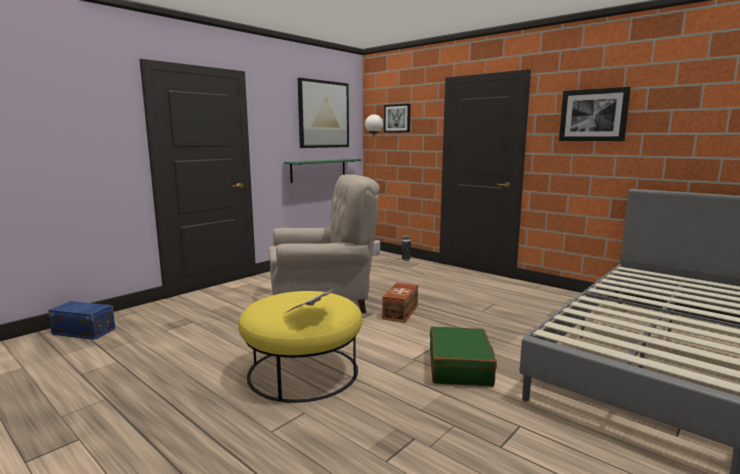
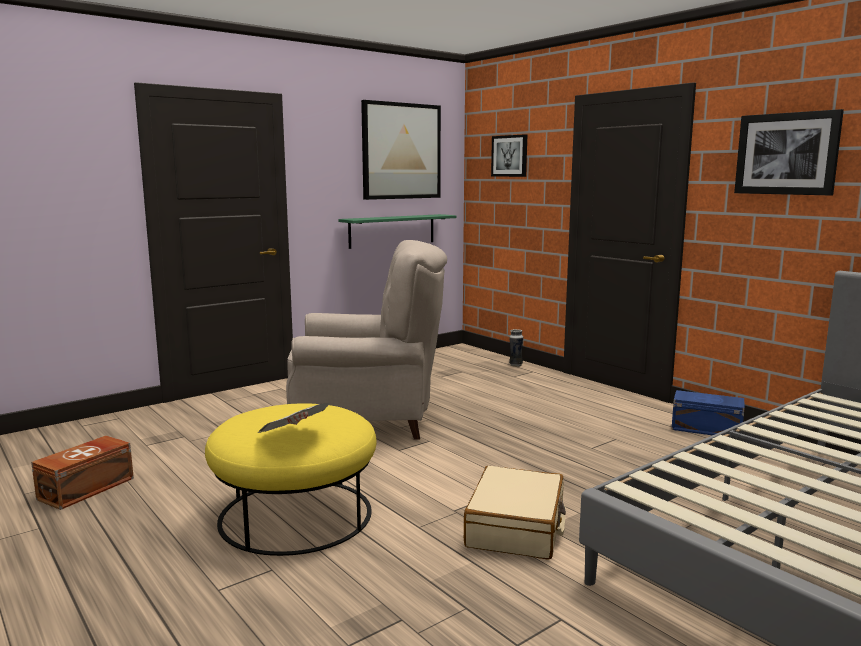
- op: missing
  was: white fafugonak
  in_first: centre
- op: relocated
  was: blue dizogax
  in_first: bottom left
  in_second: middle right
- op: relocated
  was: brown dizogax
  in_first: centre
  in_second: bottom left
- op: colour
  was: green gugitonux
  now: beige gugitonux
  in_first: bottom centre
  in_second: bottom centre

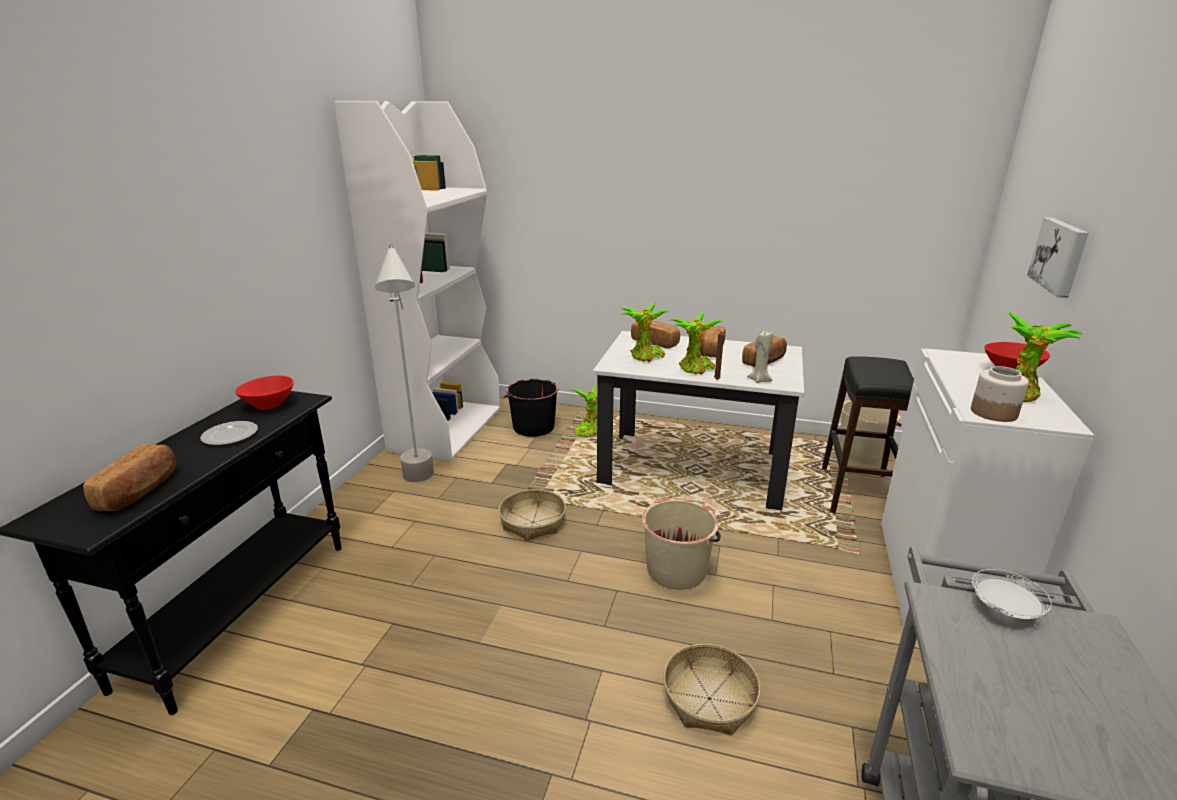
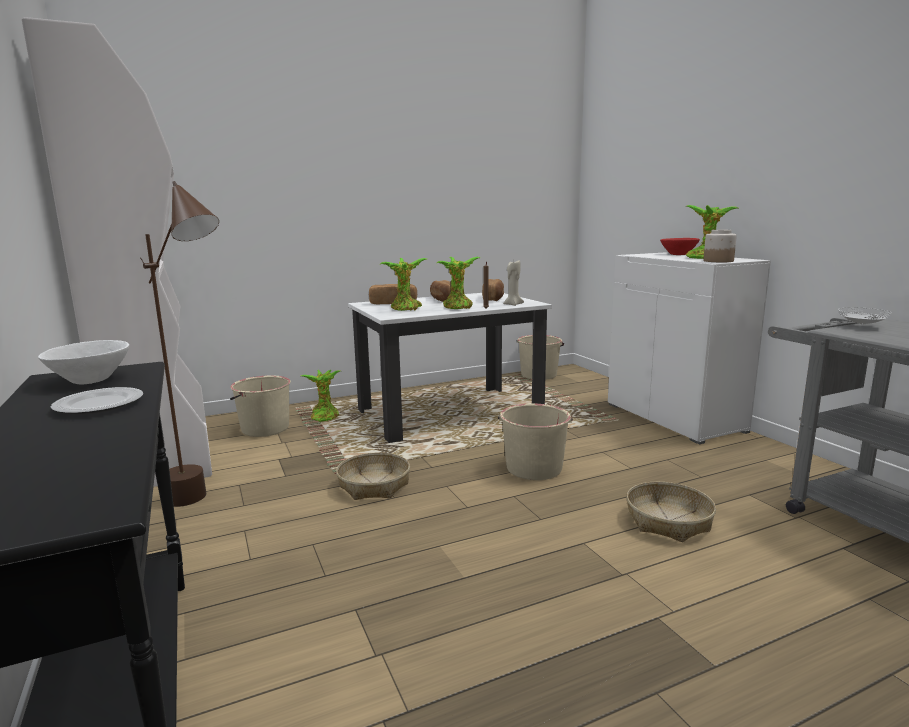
- op: missing
  was: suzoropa (no. 1 from left)
  in_first: middle left
- op: missing
  was: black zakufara
  in_first: middle right
- op: missing
  was: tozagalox
  in_first: top right
- op: colour
  was: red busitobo (no. 1 from left)
  now: white busitobo
  in_first: middle left
  in_second: middle left
- op: colour
  was: grey fafugonak
  now: brown fafugonak
  in_first: centre
  in_second: middle left
- op: colour
  was: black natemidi
  now: beige natemidi (no. 1 from left)
  in_first: centre
  in_second: middle left

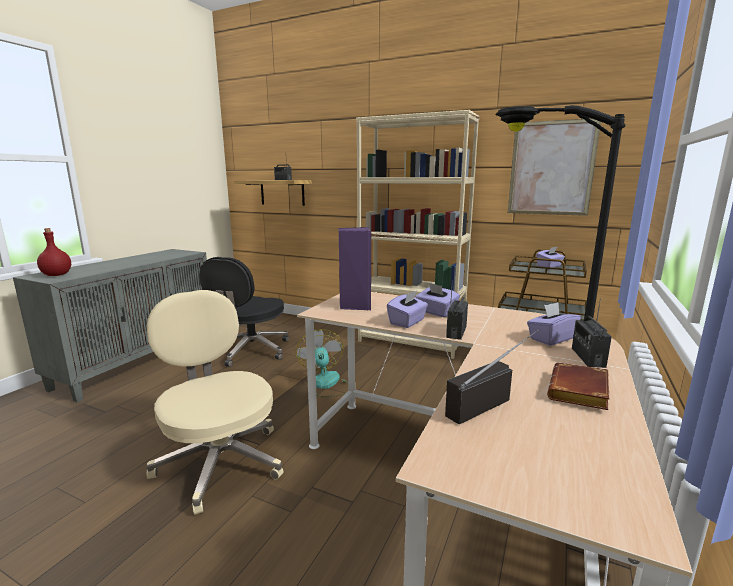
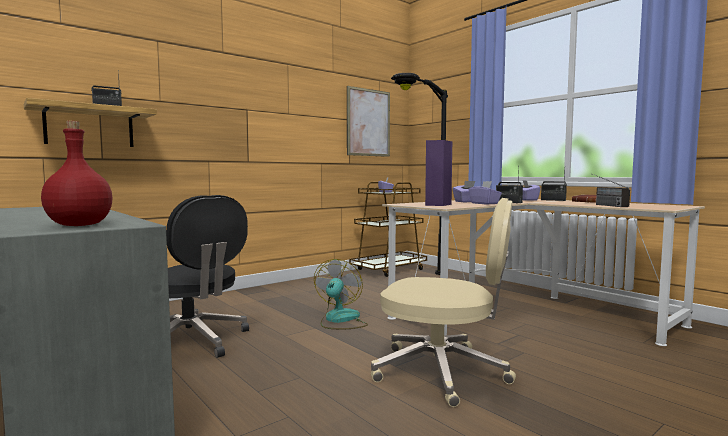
- op: missing
  was: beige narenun
  in_first: centre
- op: spun
  was: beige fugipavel
  in_first: bottom left
  in_second: bottom centre
  clockwise: -150
- op: spun
  was: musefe
  in_first: centre
  in_second: bottom centre
  clockwise: 90

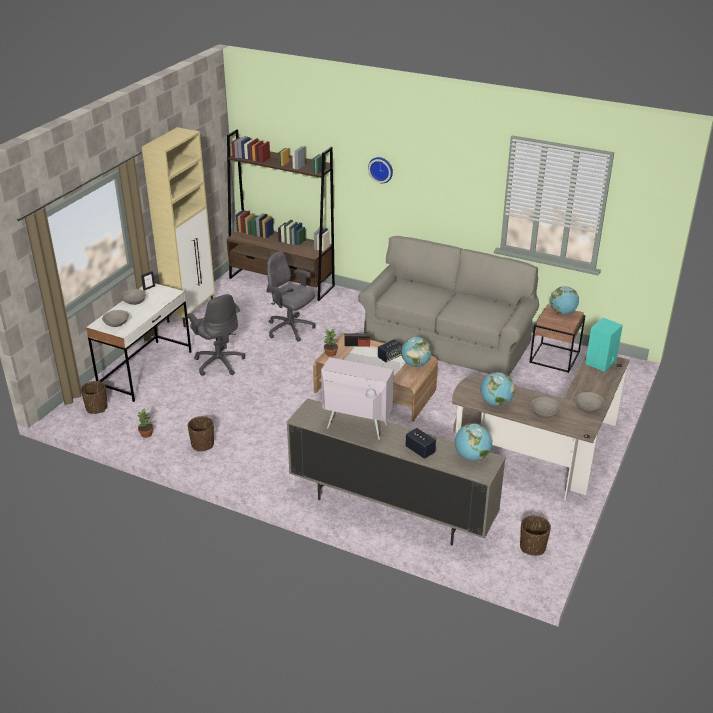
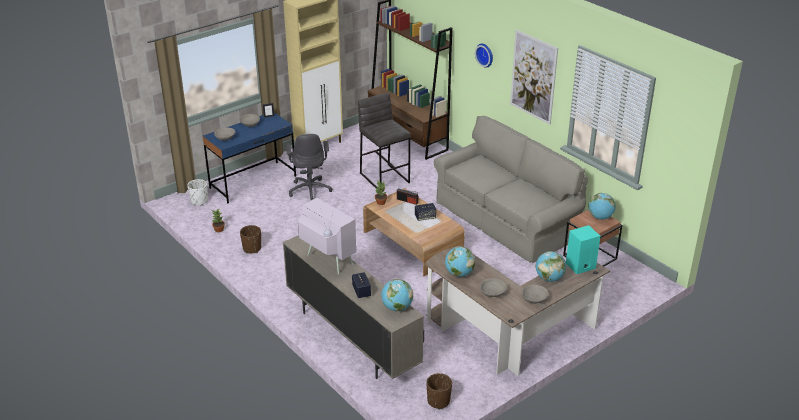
- op: appeared
  now: tozagalox
  in_second: top right
- op: relocated
  was: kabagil (no. 1 from left in the first image)
  now: kabagil (no. 3 from left)
  in_first: centre
  in_second: middle right
- op: exchanged
  was: grey fugipavel (no. 2 from left)
  now: grey zakufara
  in_first: centre
  in_second: centre
- op: colour
  was: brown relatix (no. 1 from left)
  now: white relatix
  in_first: middle left
  in_second: middle left
- op: colour
  was: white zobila
  now: blue zobila
  in_first: middle left
  in_second: middle left

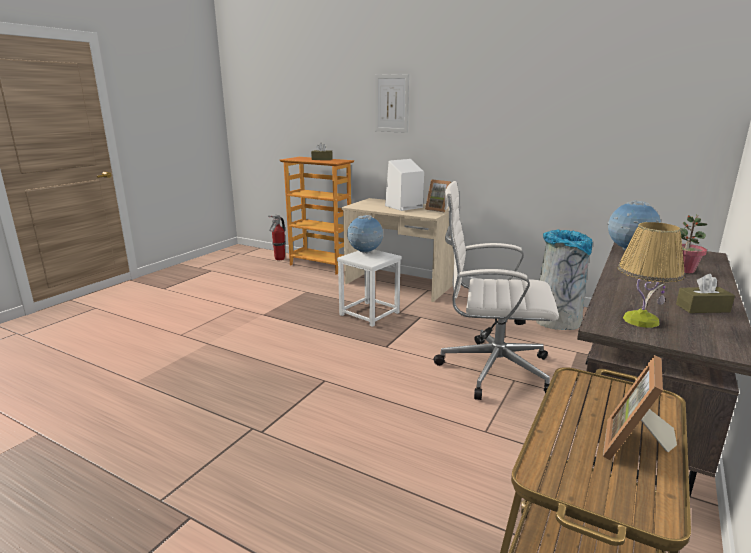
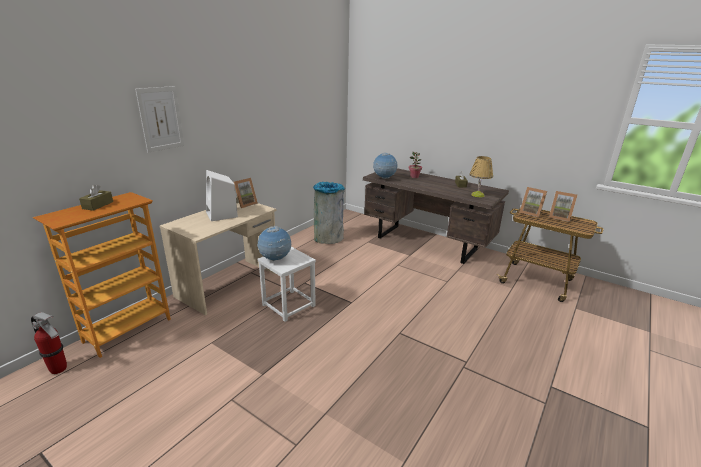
- op: missing
  was: white fugipavel
  in_first: centre
- op: appeared
  now: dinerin (no. 2 from left)
  in_second: middle right

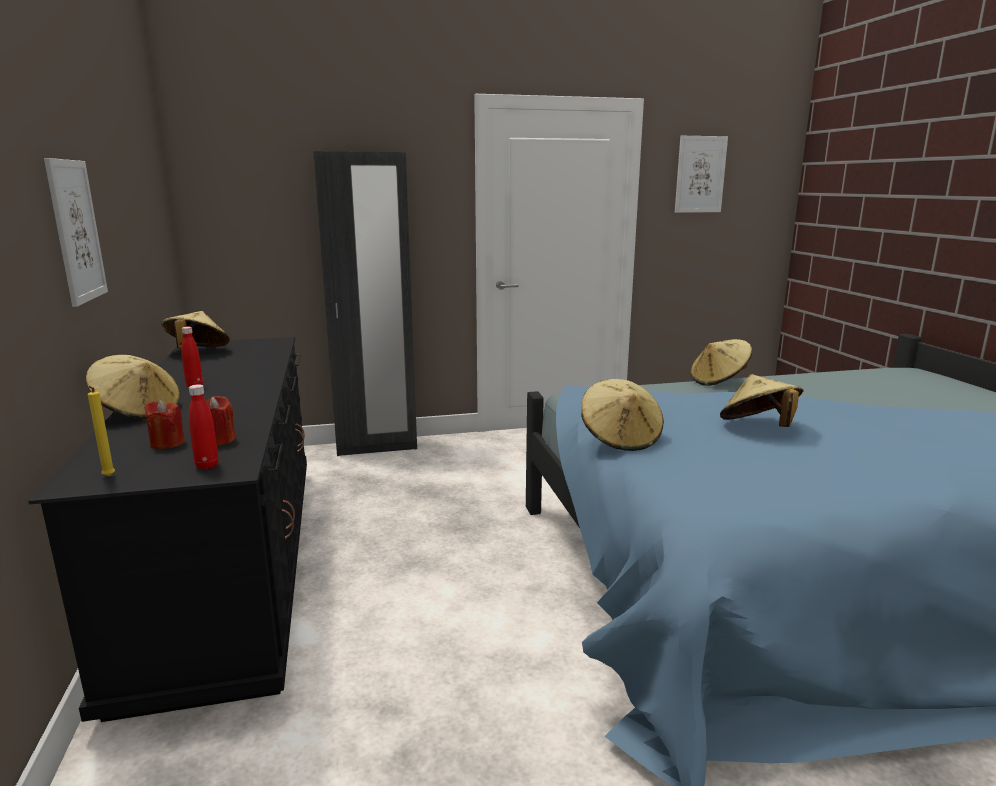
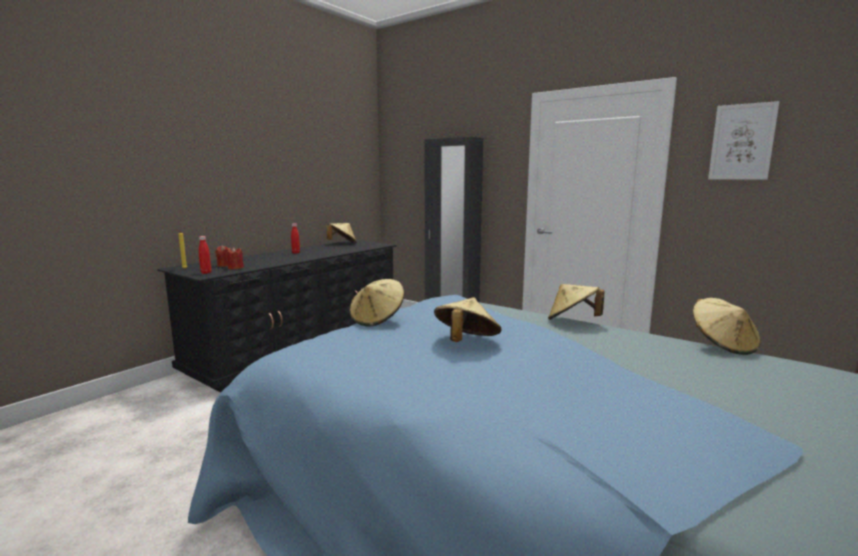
- op: missing
  was: tozagalox (no. 1 from left)
  in_first: top left
- op: relocated
  was: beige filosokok (no. 1 from left in the first image)
  now: beige filosokok (no. 5 from left)
  in_first: middle left
  in_second: middle right

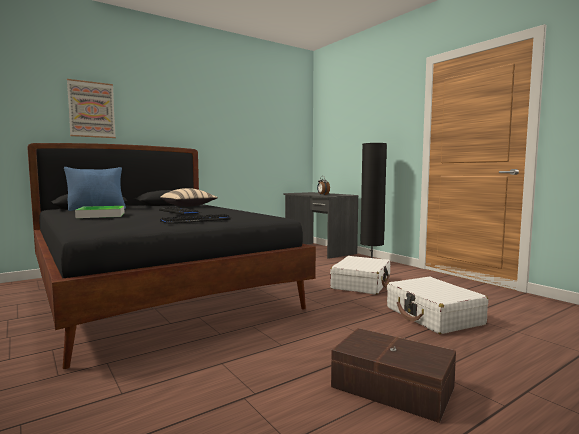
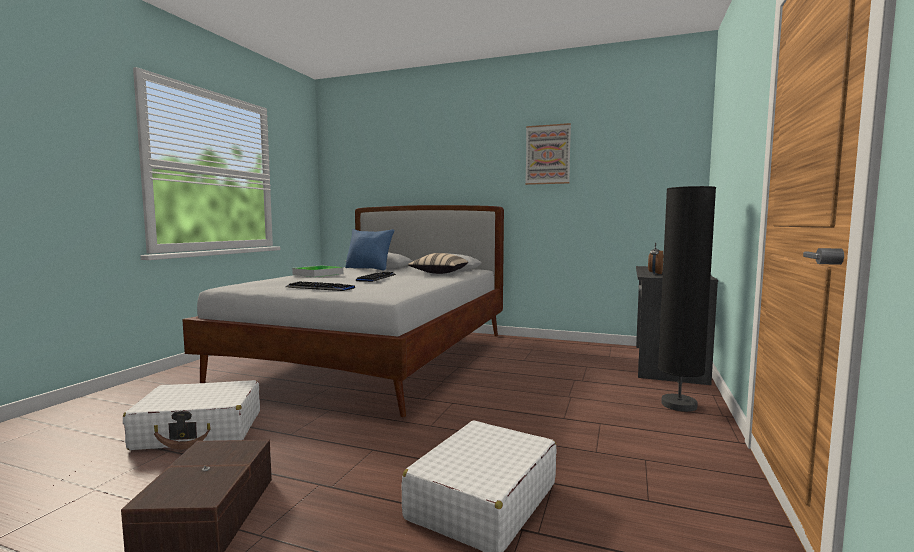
- op: relocated
  was: tozagalox
  in_first: top left
  in_second: top centre
- op: relocated
  was: white gugitonux (no. 1 from left)
  in_first: centre
  in_second: bottom left
- op: colour
  was: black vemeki
  now: white vemeki
  in_first: middle left
  in_second: centre

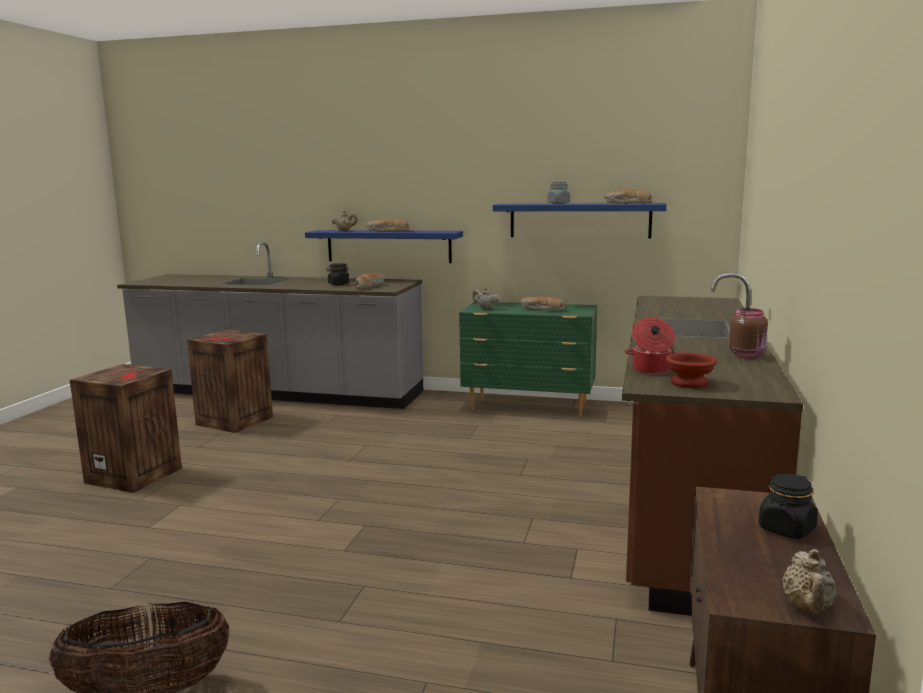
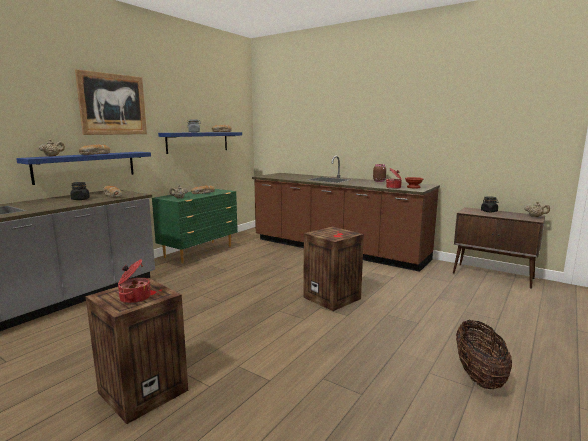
- op: appeared
  now: tozagalox
  in_second: top left
- op: appeared
  now: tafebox (no. 1 from left)
  in_second: middle left
- op: relocated
  was: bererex (no. 2 from left)
  in_first: middle left
  in_second: centre

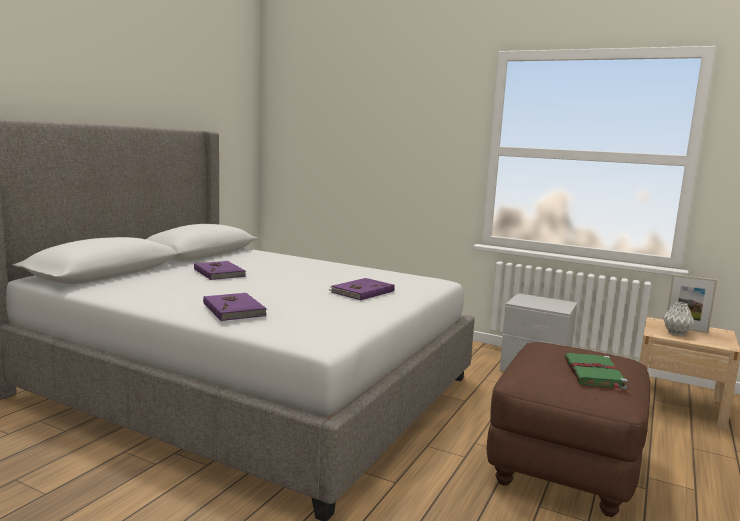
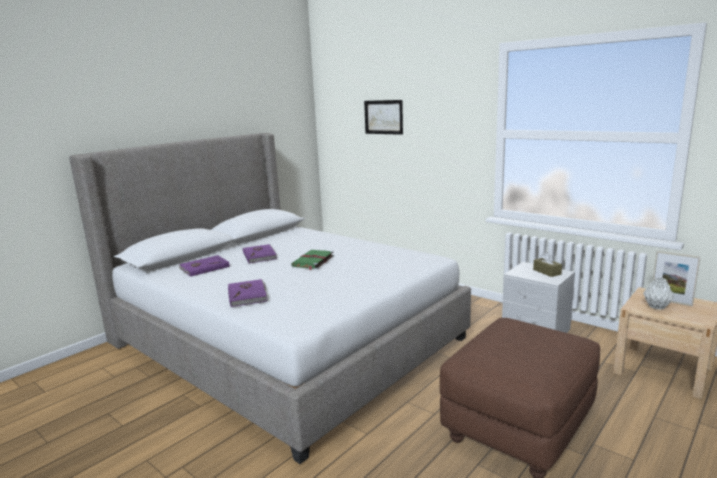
- op: appeared
  now: tozagalox
  in_second: top centre
- op: appeared
  now: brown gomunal
  in_second: middle right
- op: relocated
  was: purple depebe (no. 3 from left in the first image)
  now: purple depebe (no. 1 from left)
  in_first: centre
  in_second: middle left
- op: relocated
  was: green depebe
  in_first: bottom right
  in_second: centre

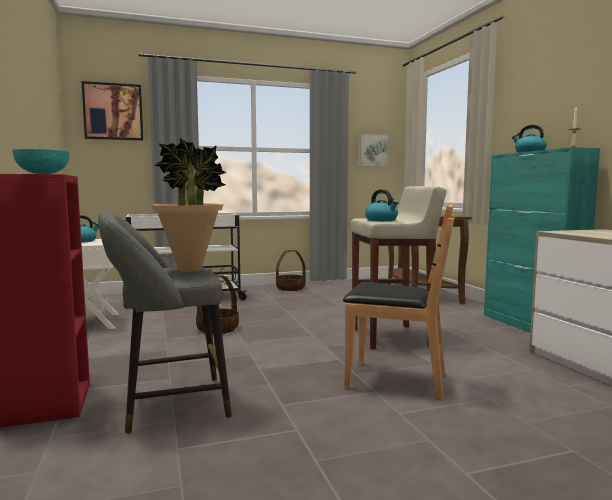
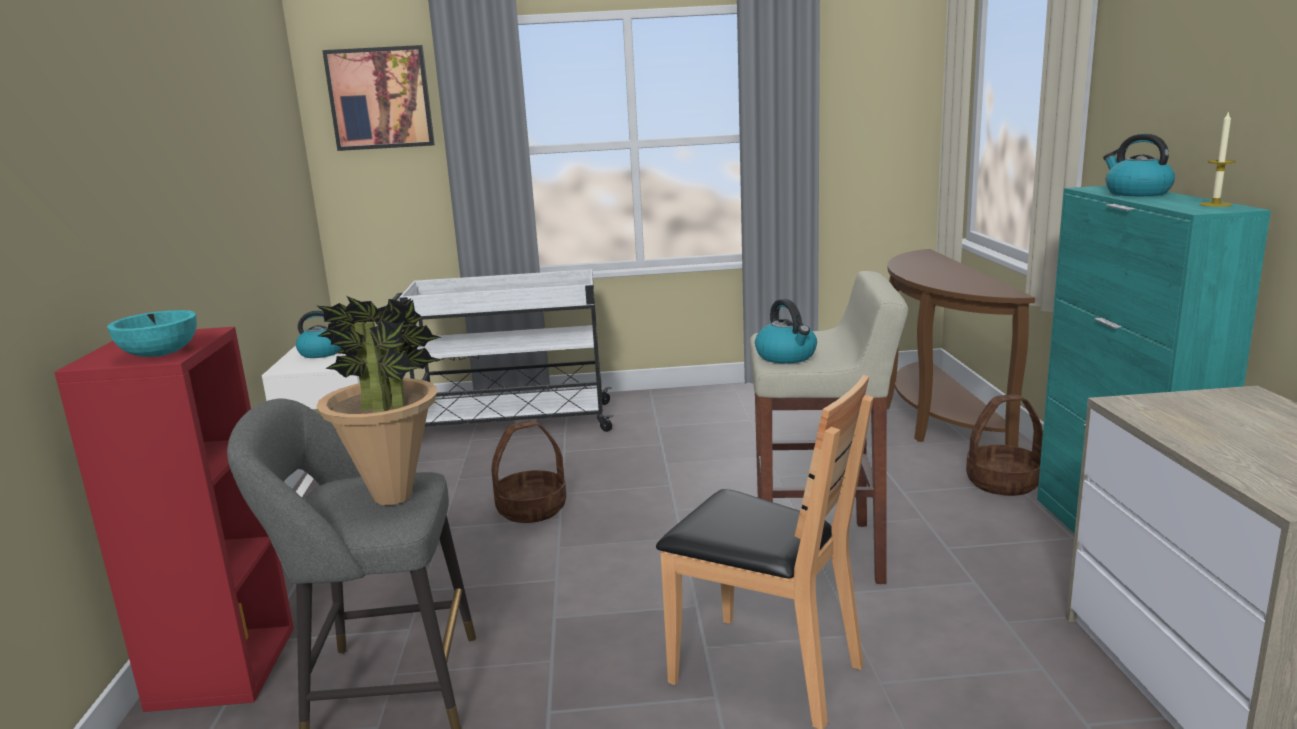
- op: missing
  was: tozagalox (no. 2 from left)
  in_first: top centre
- op: relocated
  was: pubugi (no. 2 from left)
  in_first: centre
  in_second: middle right

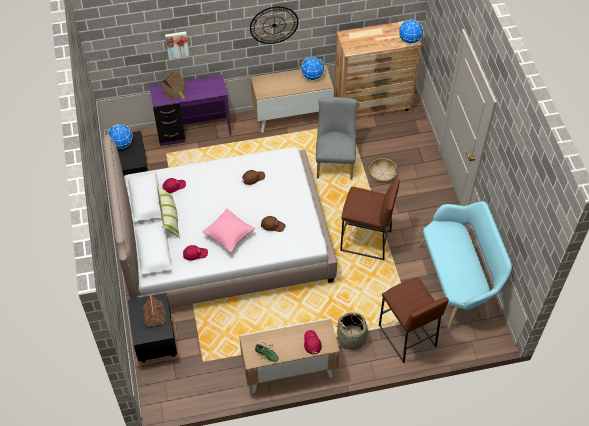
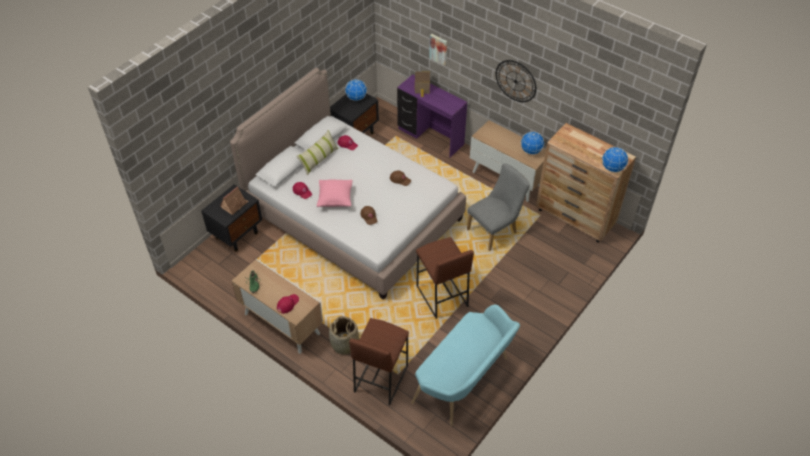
- op: missing
  was: pubugi (no. 2 from left)
  in_first: centre

